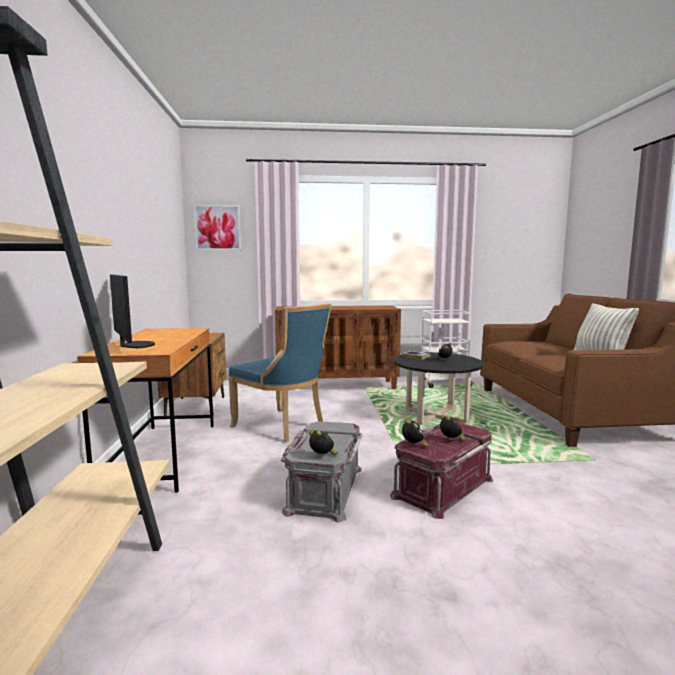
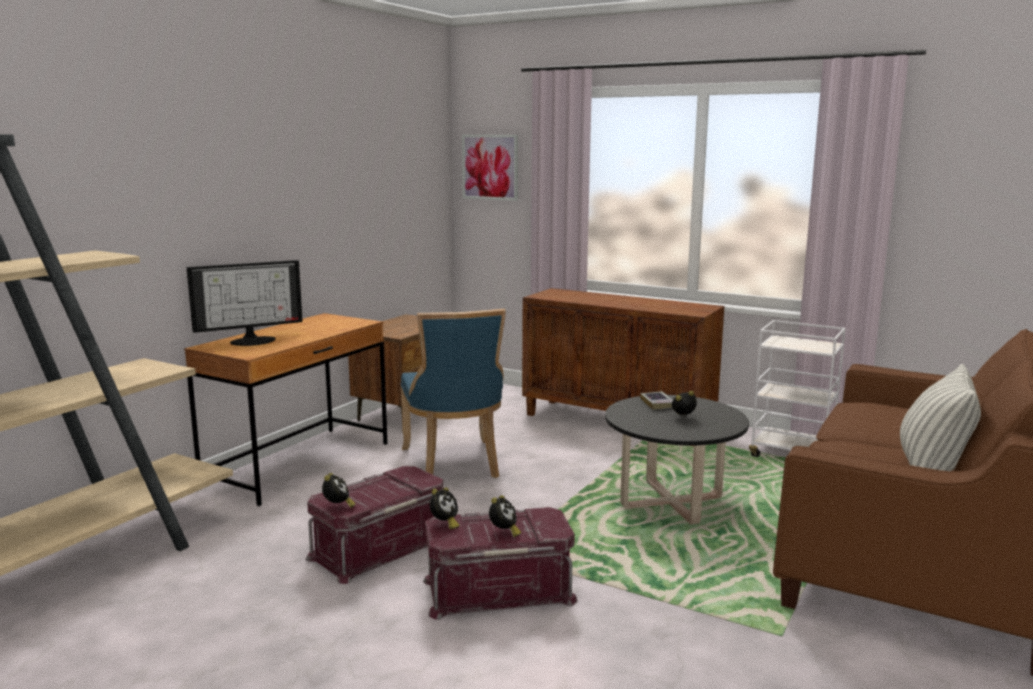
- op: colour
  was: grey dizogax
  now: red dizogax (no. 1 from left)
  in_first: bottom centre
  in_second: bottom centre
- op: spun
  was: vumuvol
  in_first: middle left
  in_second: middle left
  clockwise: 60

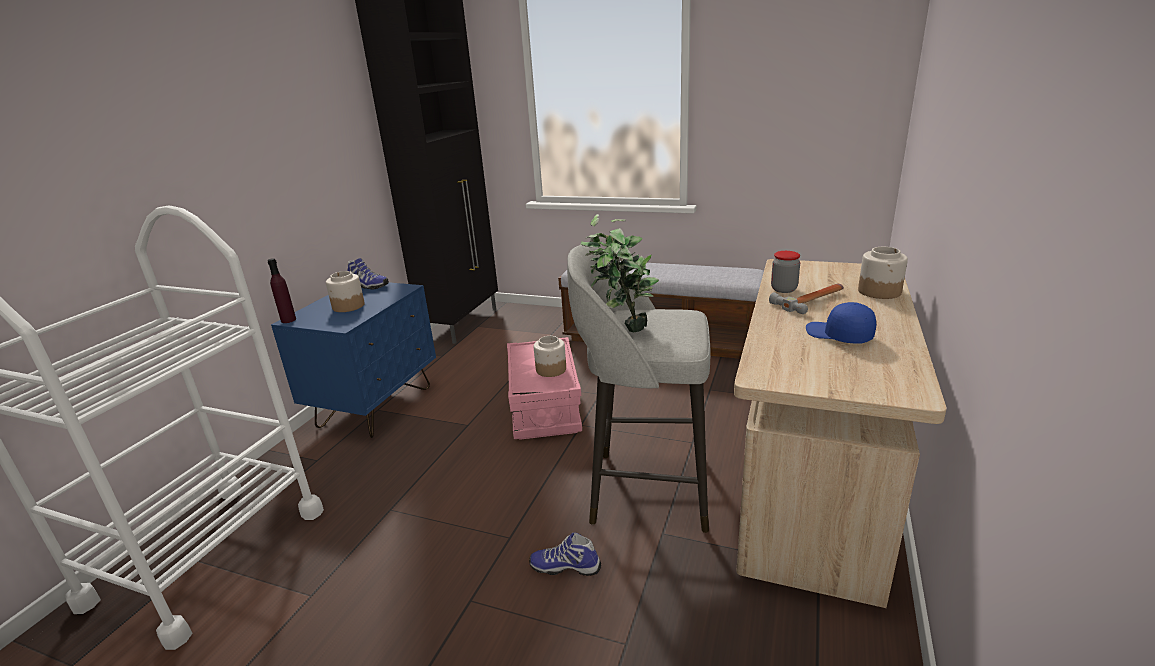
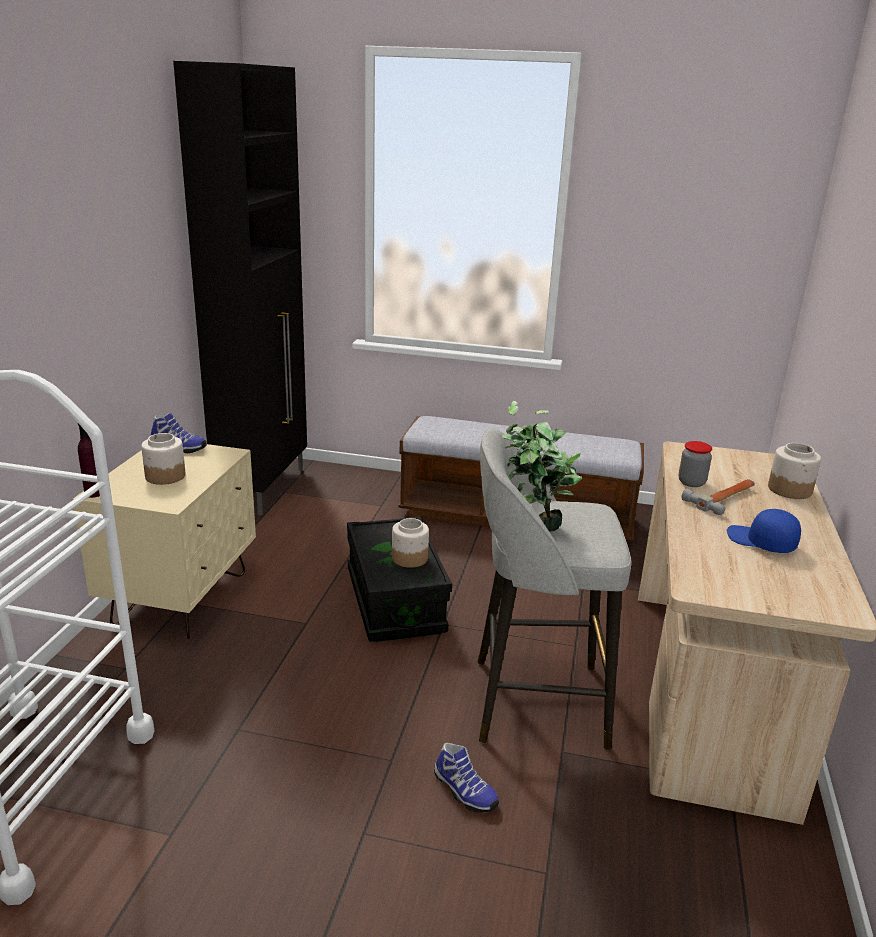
- op: colour
  was: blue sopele
  now: beige sopele
  in_first: middle left
  in_second: middle left
- op: colour
  was: pink dizogax
  now: black dizogax
  in_first: centre
  in_second: centre
- op: spun
  was: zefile (no. 2 from left)
  in_first: bottom centre
  in_second: bottom centre
  clockwise: -135

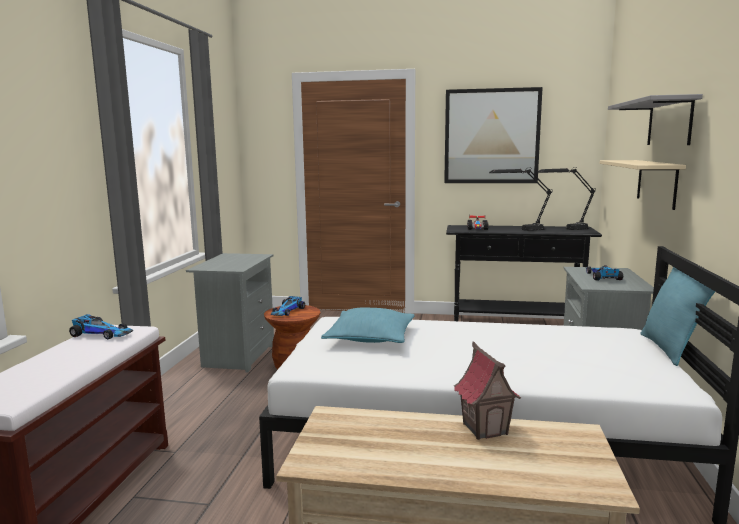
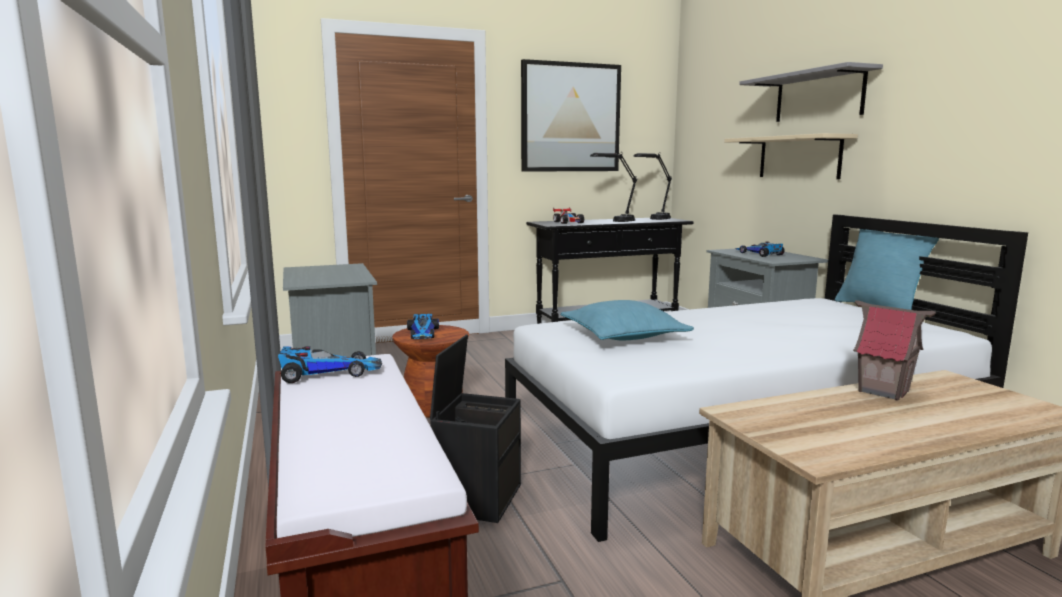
- op: appeared
  now: black dizogax
  in_second: bottom centre

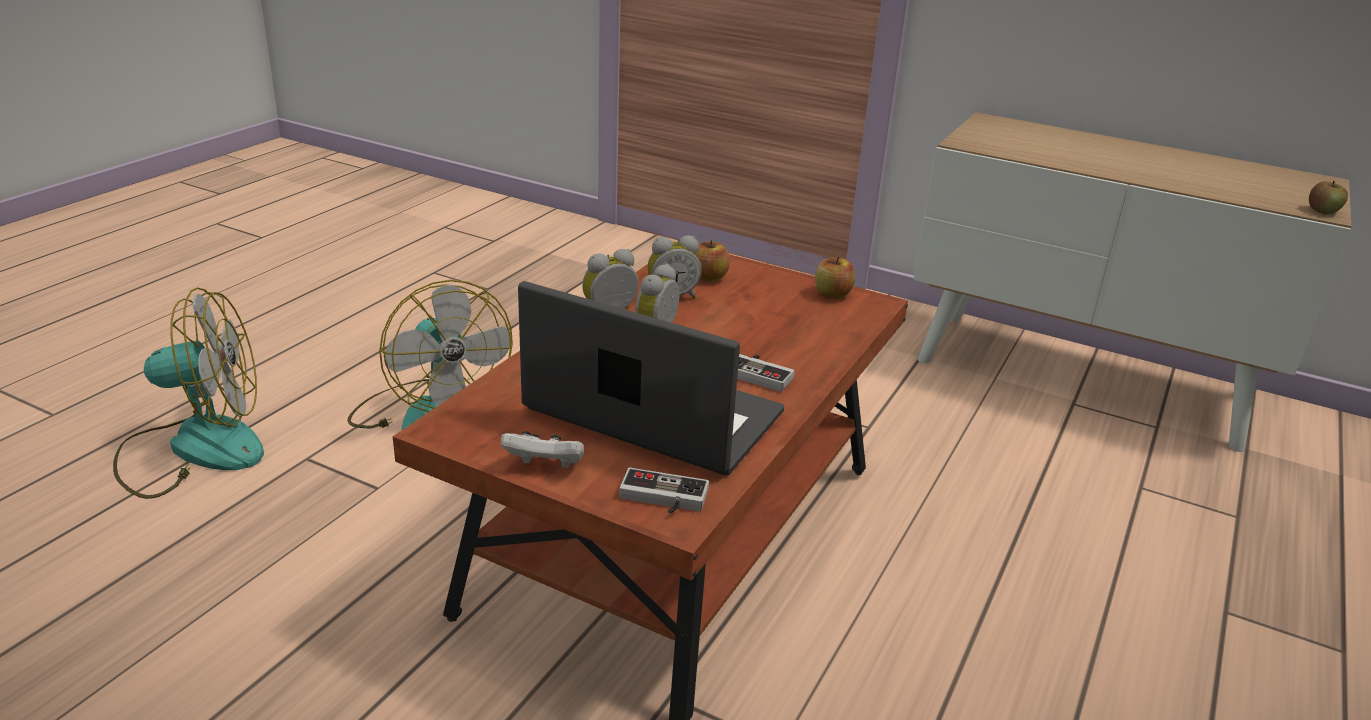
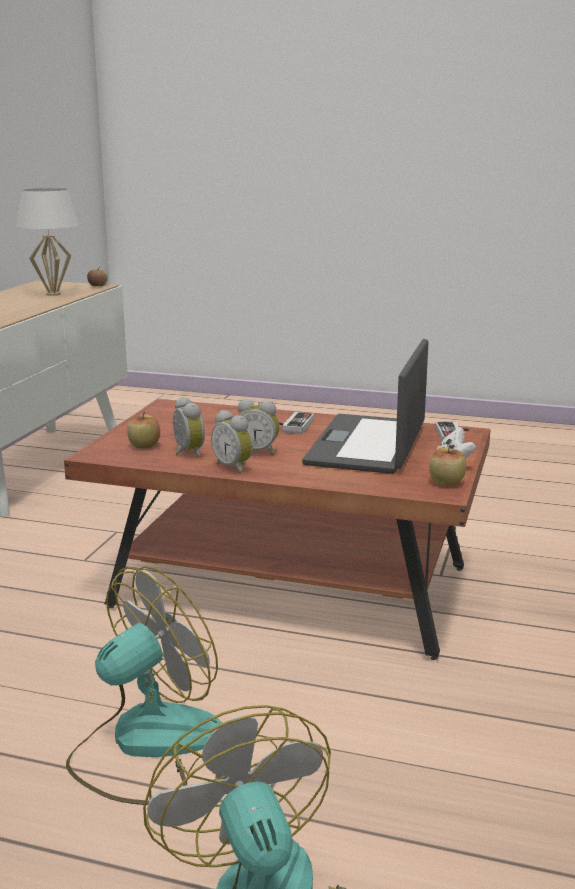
- op: appeared
  now: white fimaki
  in_second: top left
- op: relocated
  was: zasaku (no. 2 from left in the first image)
  now: zasaku (no. 3 from left)
  in_first: centre
  in_second: middle right

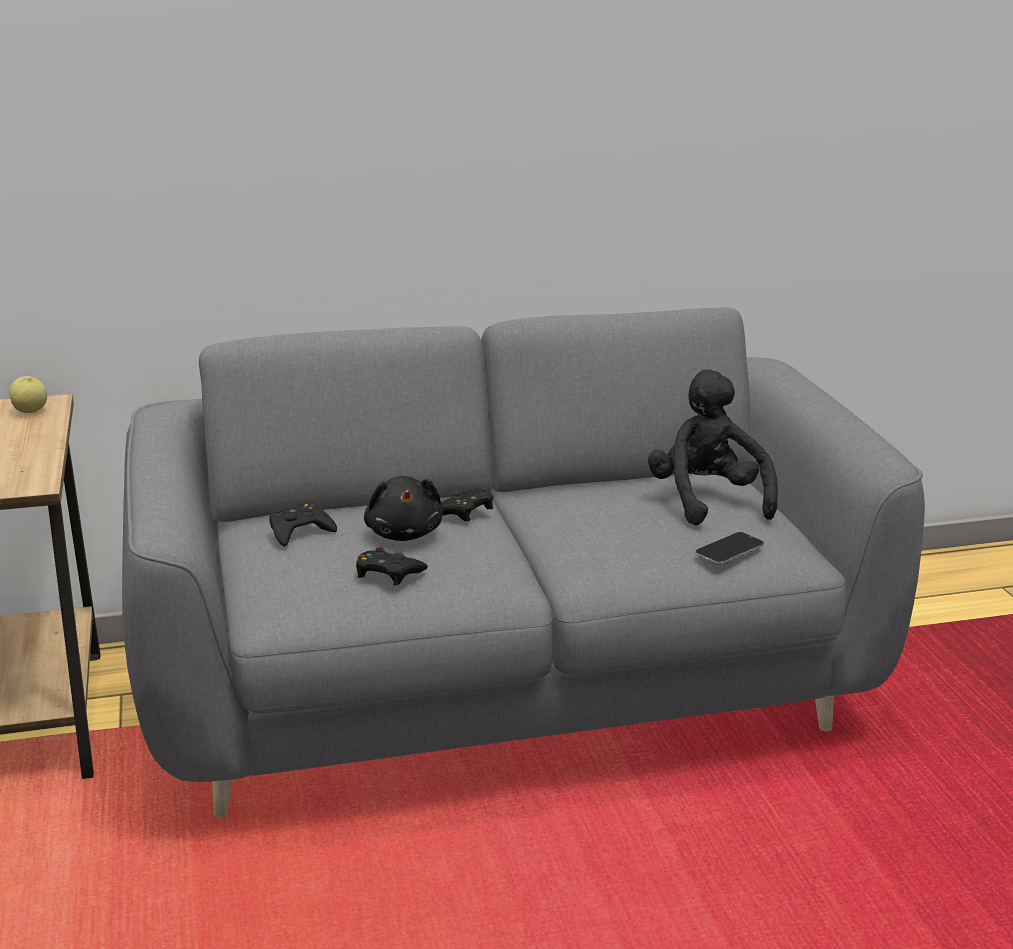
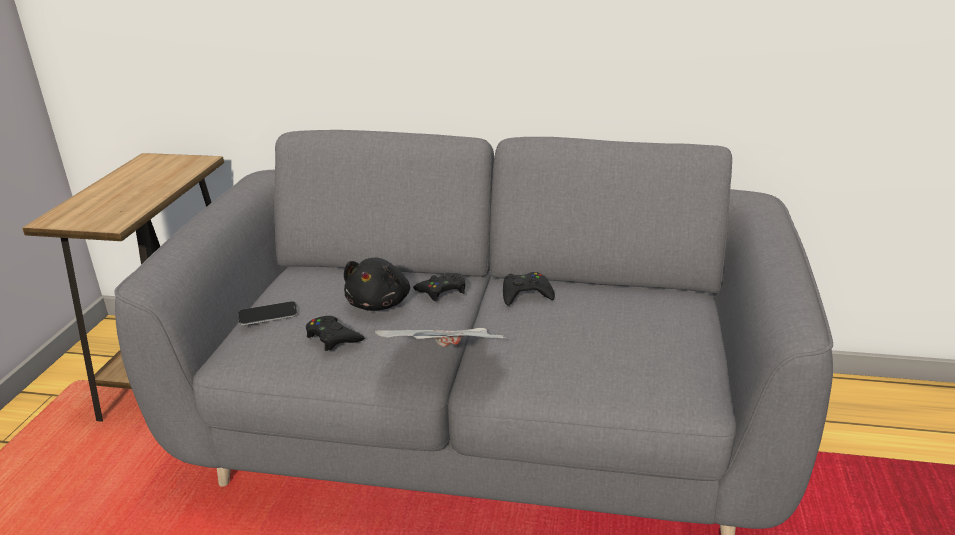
- op: missing
  was: zasaku
  in_first: middle left
- op: missing
  was: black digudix (no. 2 from left)
  in_first: middle right
- op: appeared
  now: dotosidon
  in_second: centre
- op: relocated
  was: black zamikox (no. 1 from left in the first image)
  now: black zamikox (no. 3 from left)
  in_first: middle left
  in_second: centre
- op: relocated
  was: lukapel
  in_first: middle right
  in_second: middle left

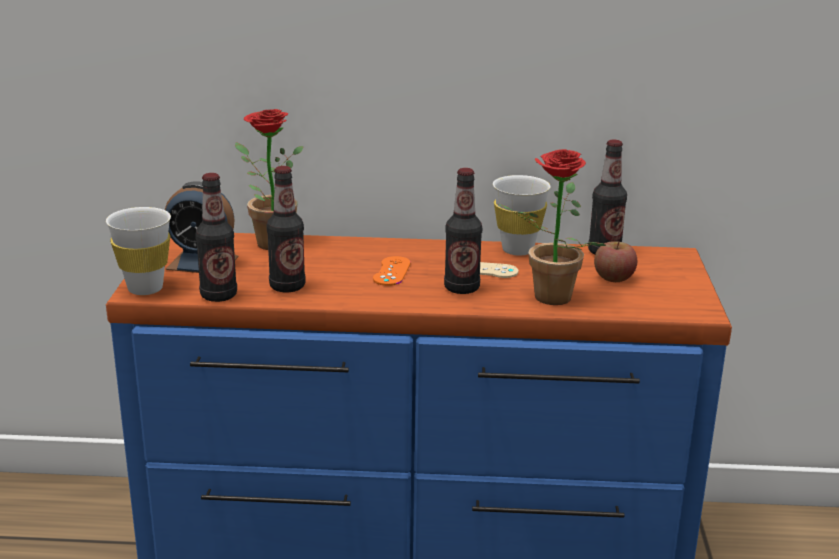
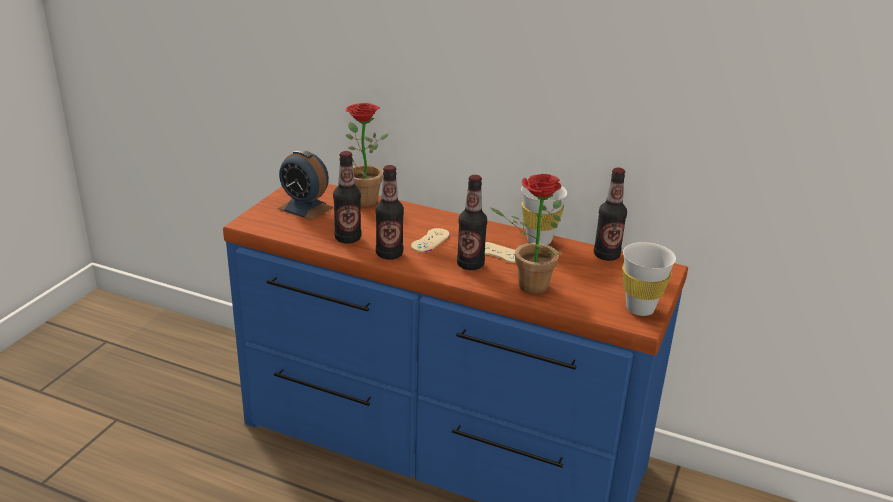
- op: missing
  was: zasaku
  in_first: middle right
- op: relocated
  was: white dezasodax (no. 1 from left in the first image)
  now: white dezasodax (no. 2 from left)
  in_first: middle left
  in_second: middle right
- op: relocated
  was: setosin (no. 1 from left in the first image)
  now: setosin (no. 2 from left)
  in_first: middle left
  in_second: centre
- op: colour
  was: orange zamikox
  now: beige zamikox (no. 1 from left)
  in_first: centre
  in_second: centre

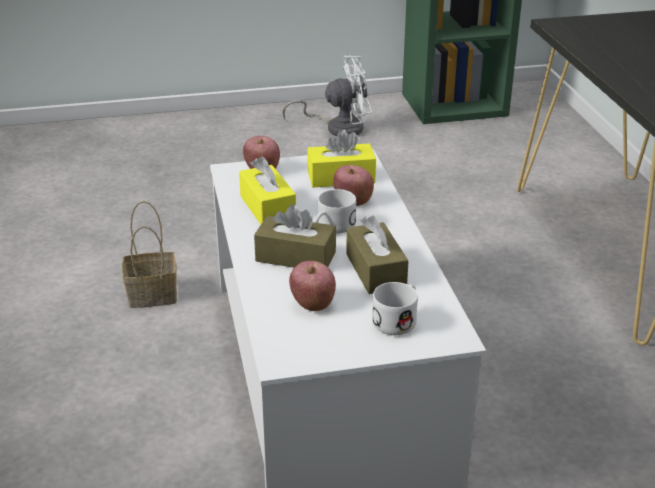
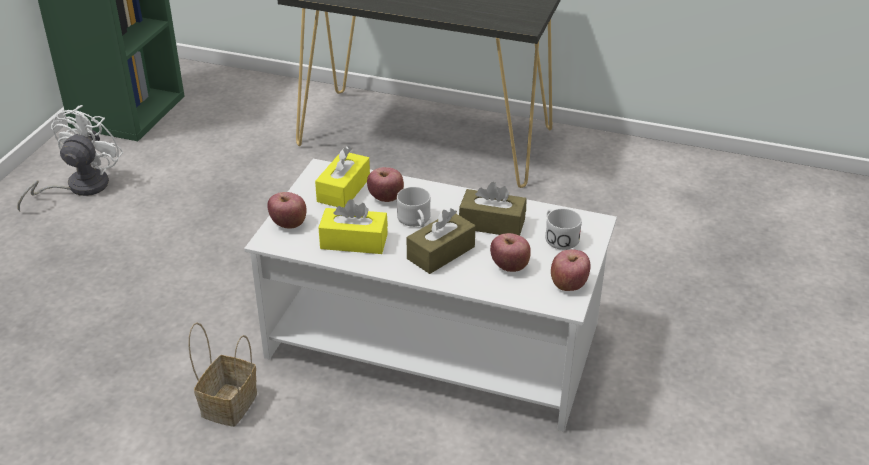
- op: appeared
  now: zasaku (no. 4 from left)
  in_second: centre

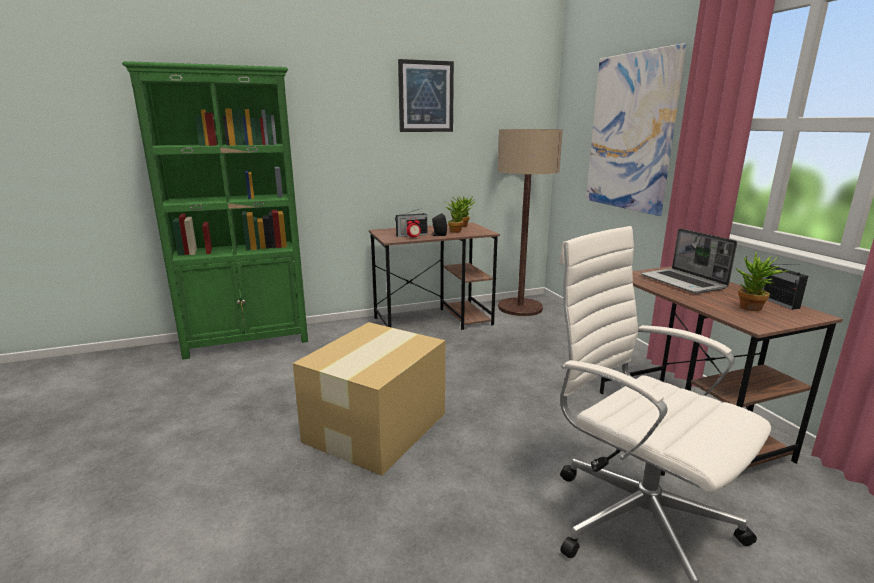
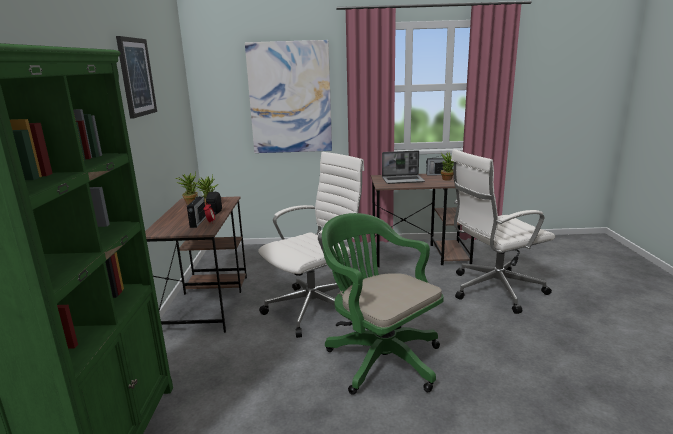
- op: missing
  was: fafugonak
  in_first: centre
- op: appeared
  now: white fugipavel (no. 1 from left)
  in_second: centre
- op: exchanged
  was: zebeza
  now: green fugipavel
  in_first: bottom centre
  in_second: bottom centre

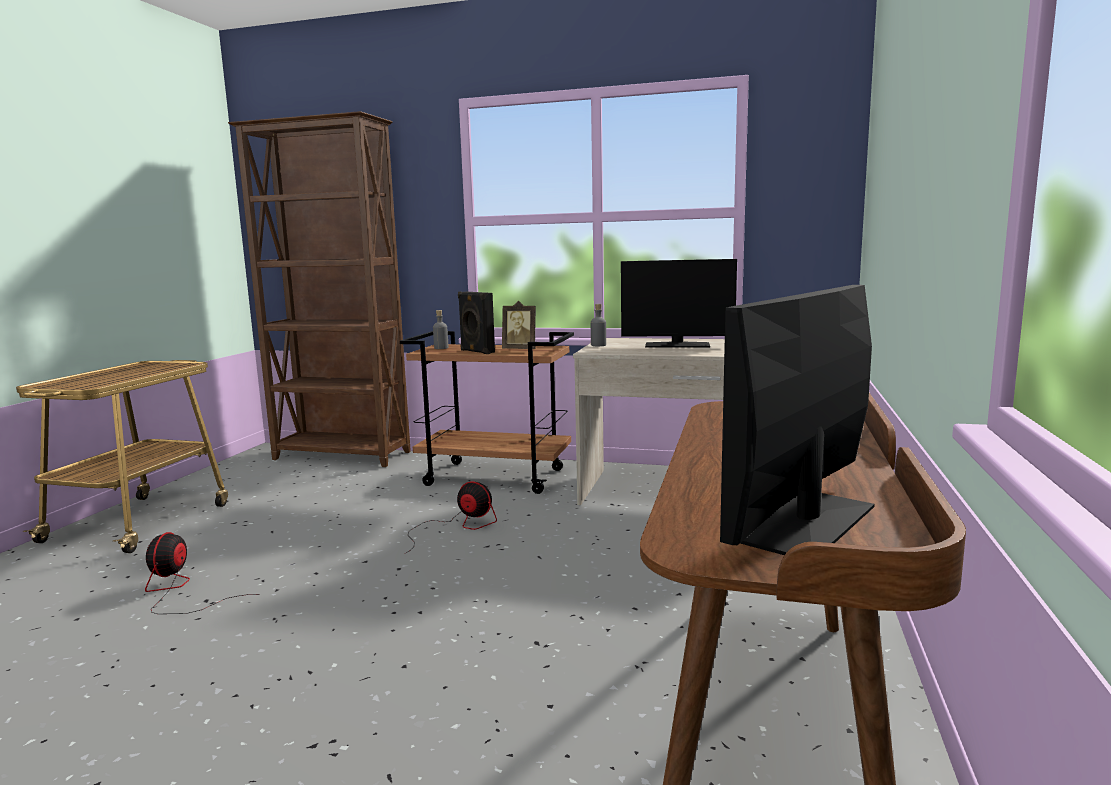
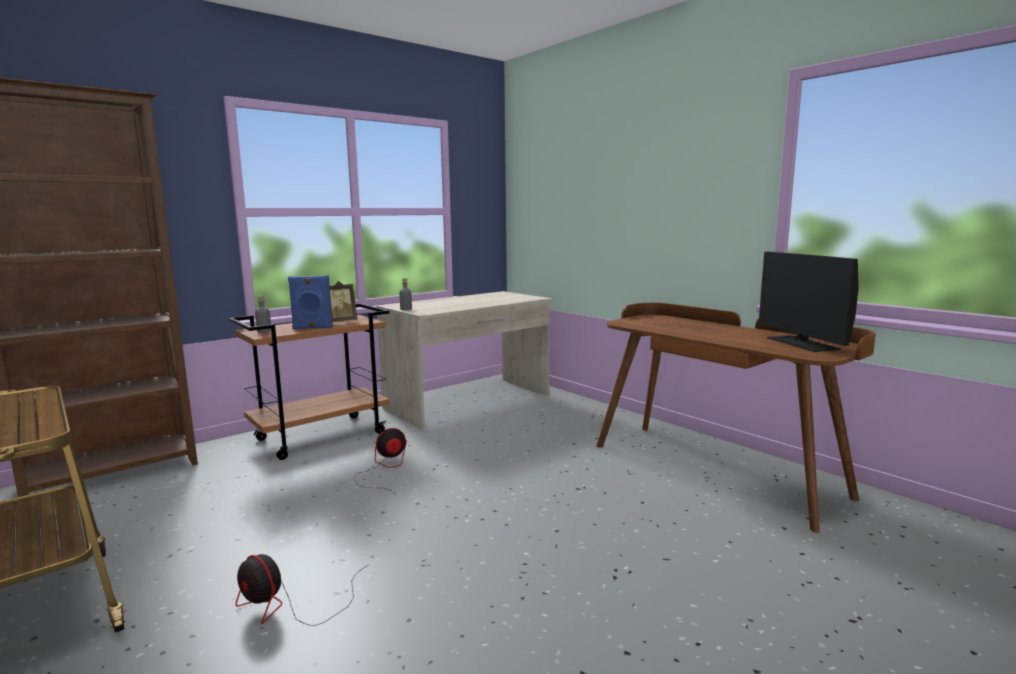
- op: missing
  was: vumuvol (no. 1 from left)
  in_first: centre
- op: colour
  was: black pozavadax
  now: blue pozavadax
  in_first: centre
  in_second: middle left

